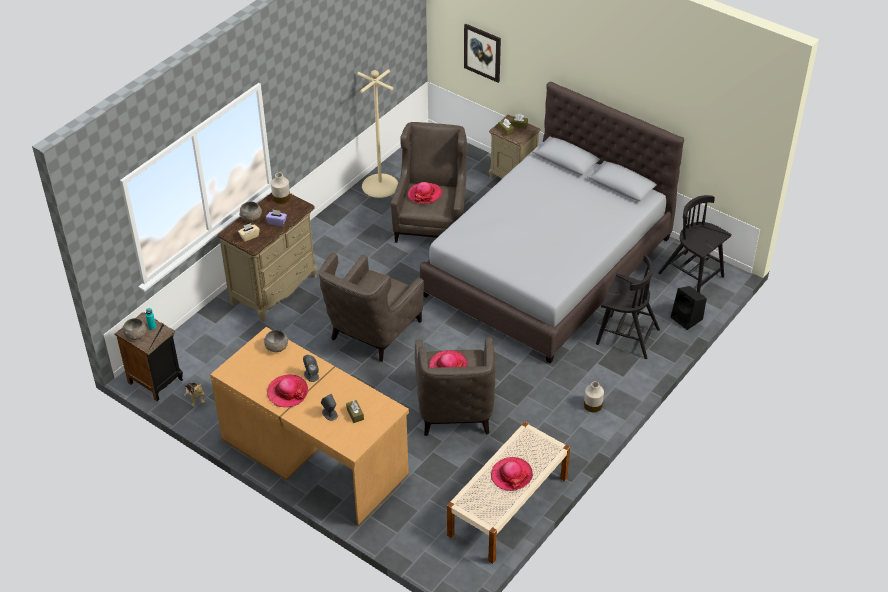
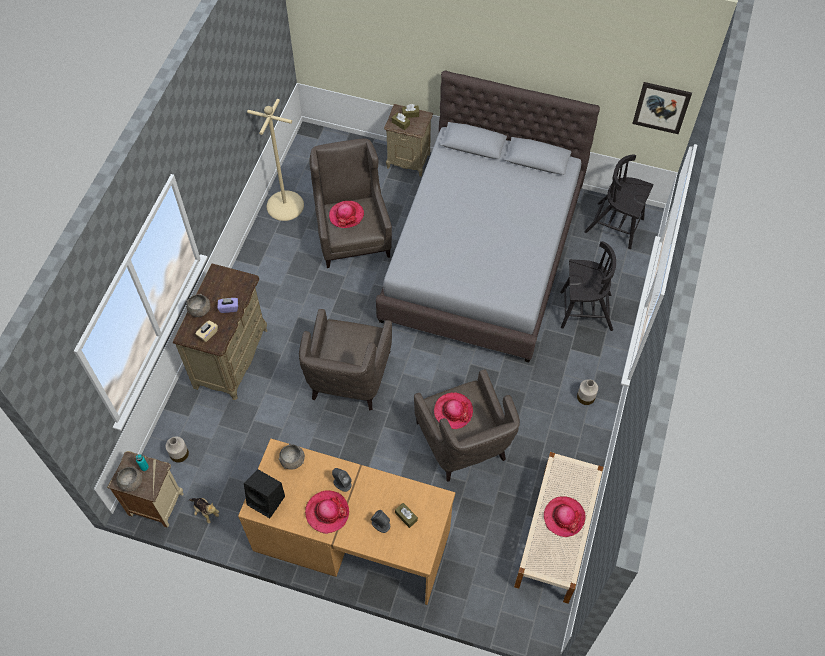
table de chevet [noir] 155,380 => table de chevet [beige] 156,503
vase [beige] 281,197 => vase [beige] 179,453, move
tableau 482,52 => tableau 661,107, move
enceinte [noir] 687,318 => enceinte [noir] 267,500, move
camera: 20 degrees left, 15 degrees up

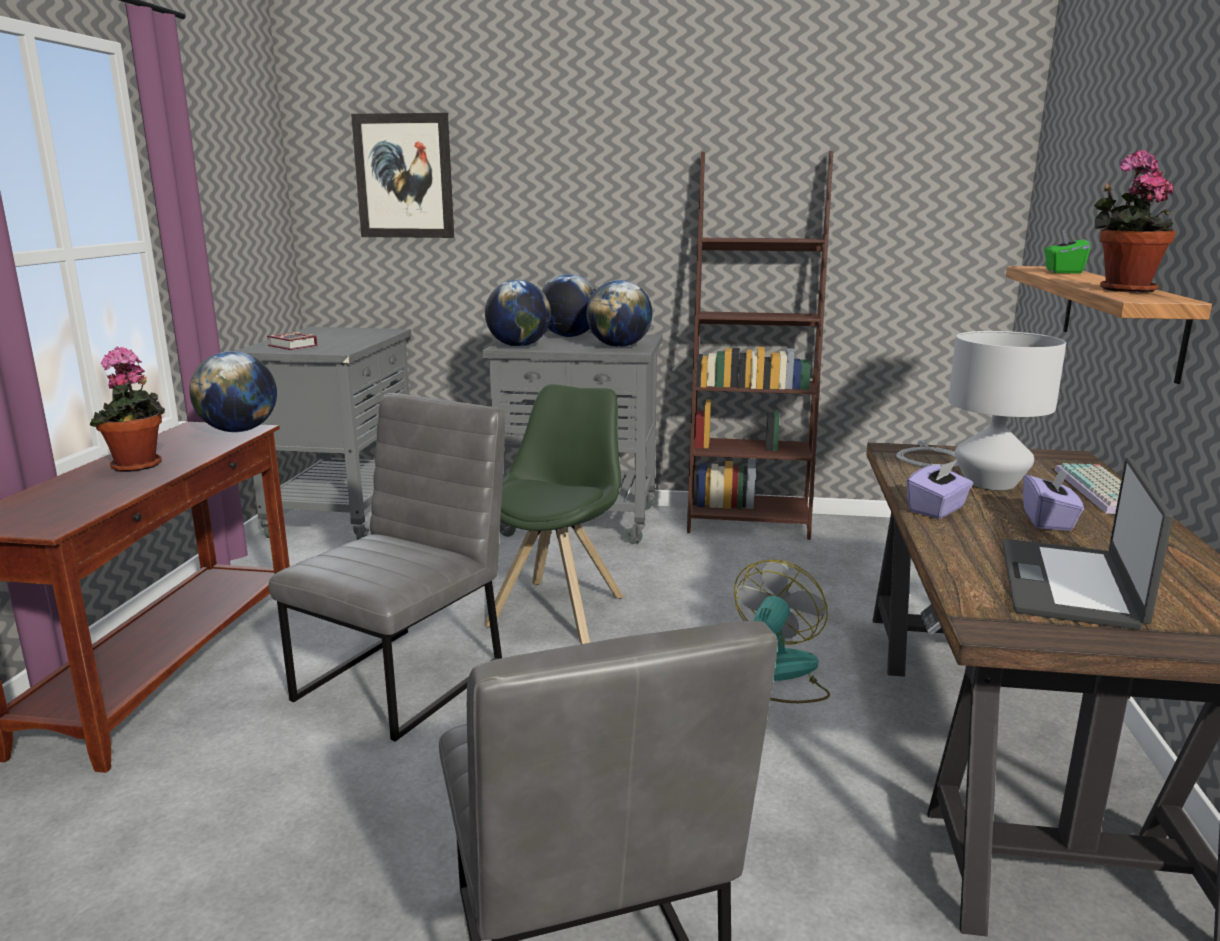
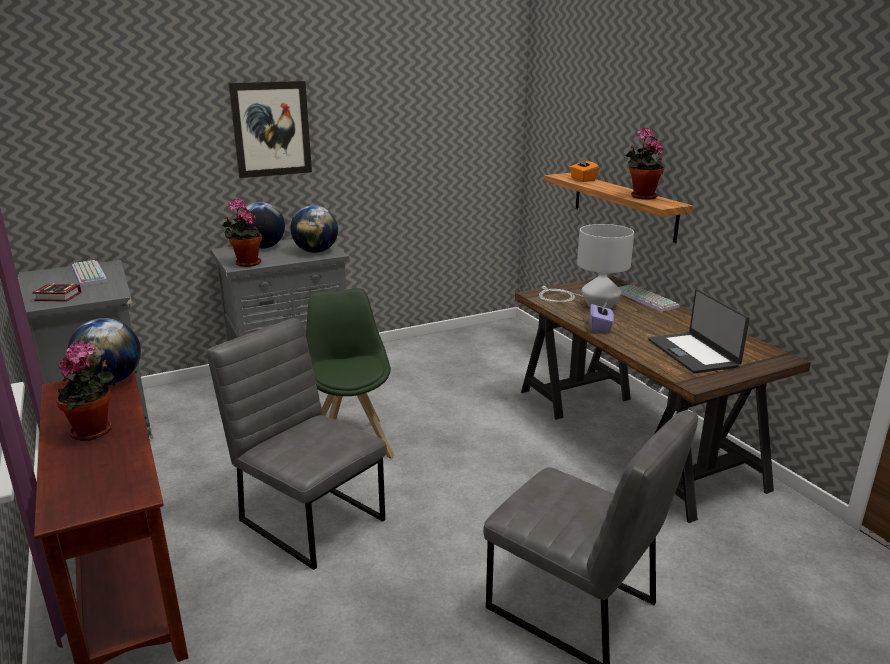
chaise [gris] 405,677 => chaise [gris] 310,517, 45 degrees counterclockwise
tableau 404,176 => tableau 271,129, move
globe 518,346 => plante en pot 246,263
bibliothèque [marron] 748,523 => nothing
ventilateur 778,674 => nothing
boîte à mouchoirs [violet] 1048,521 => nothing
boîte à mouchoirs [vert] 1062,271 => boîte à mouchoirs [orange] 582,179
nothing => clavier 87,274
camera: 35 degrees left, 5 degrees up

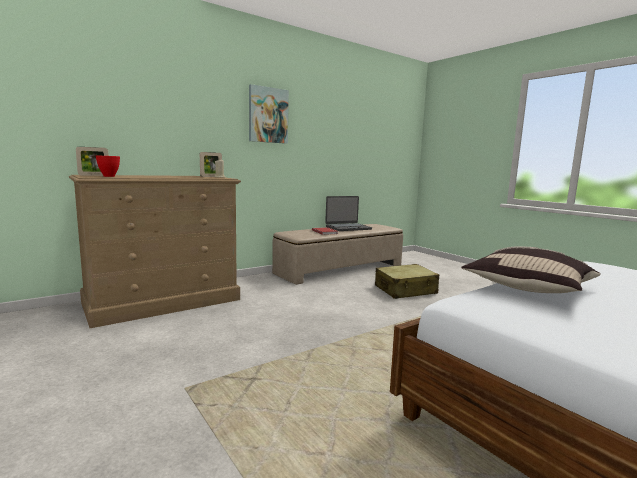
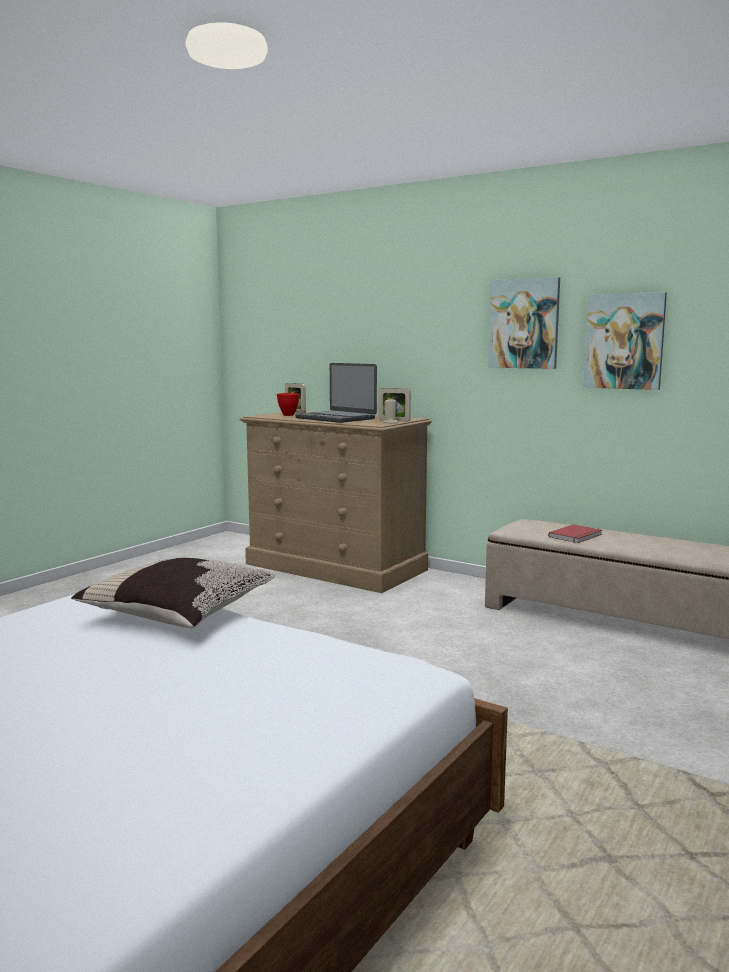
ordinateur portable 348,228 => ordinateur portable 336,418, move
valise [beige] 405,290 => nothing
nothing => tableau 624,341
camera: 70 degrees right, 0 degrees up

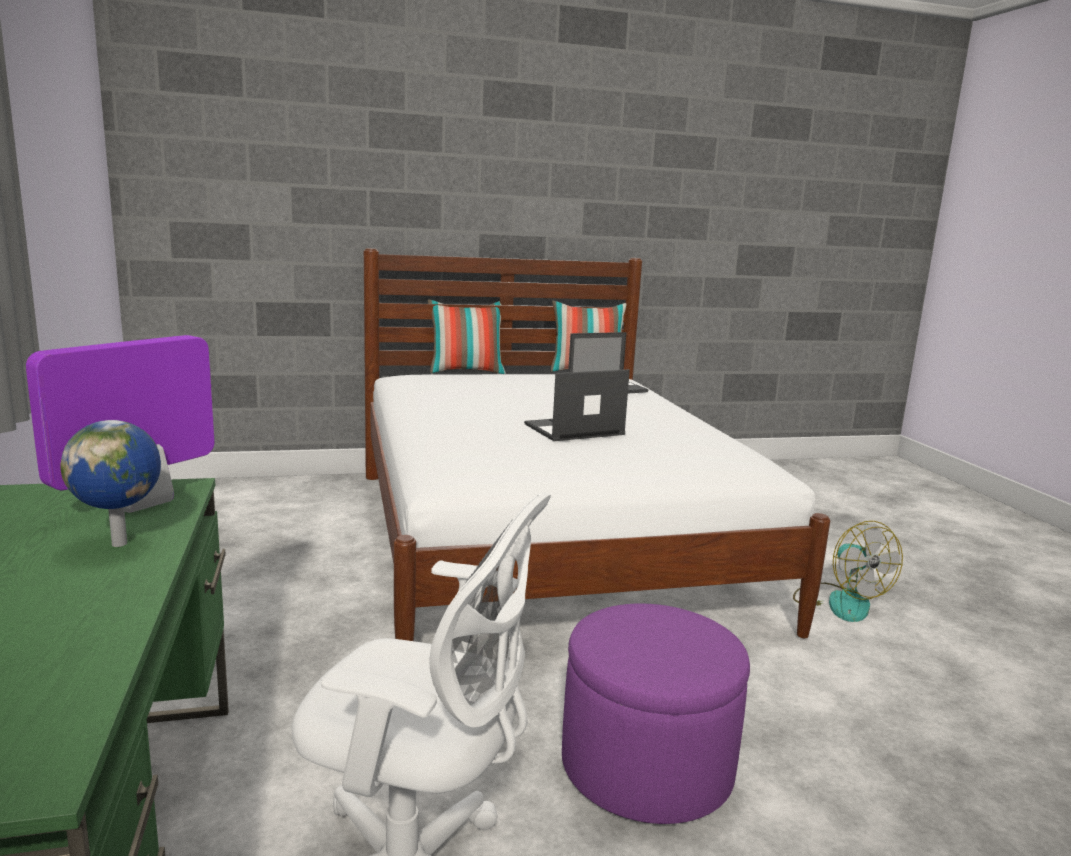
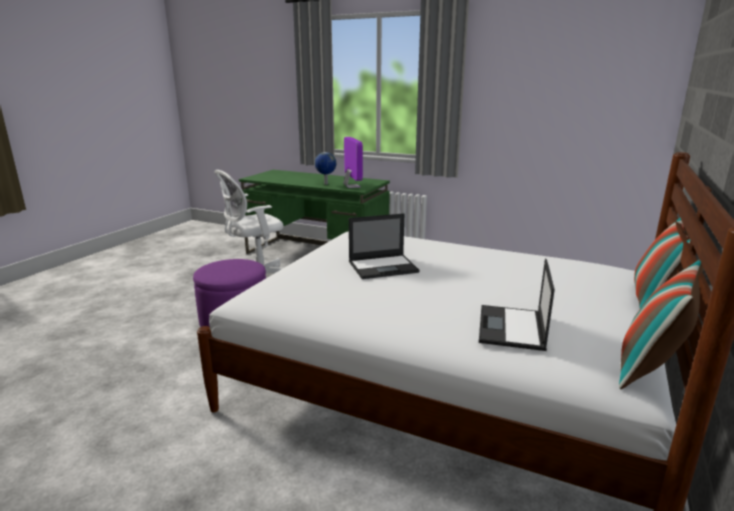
ordinateur portable 573,429 => ordinateur portable 384,267, 60 degrees clockwise
ventilateur 839,601 => nothing
camera: 130 degrees right, 5 degrees up

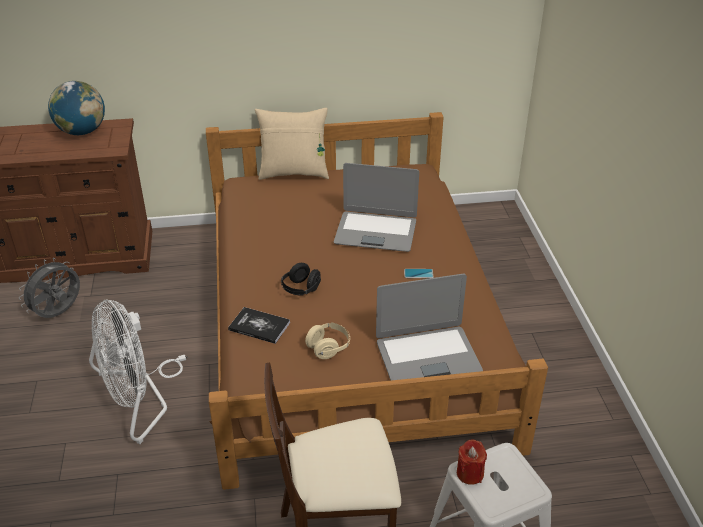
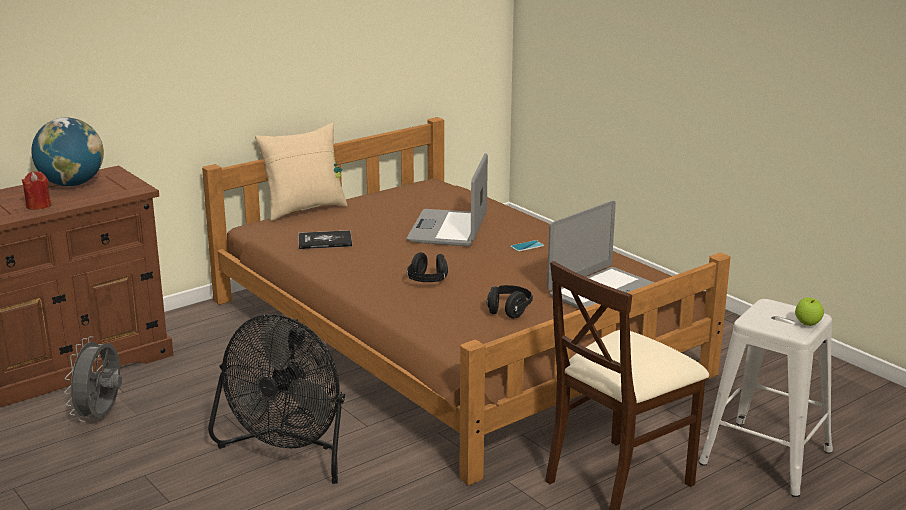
ventilateur [blanc] 139,395 => ventilateur [noir] 288,449
livre 259,326 => livre 325,241, move
casque audio [beige] 328,348 => casque audio [noir] 508,311
ordinateur portable 376,232 => ordinateur portable 448,229, 120 degrees clockwise
bougie [rouge] 470,473 => bougie [rouge] 38,205, move
nothing => pomme 807,324
camera: 30 degrees left, 15 degrees down

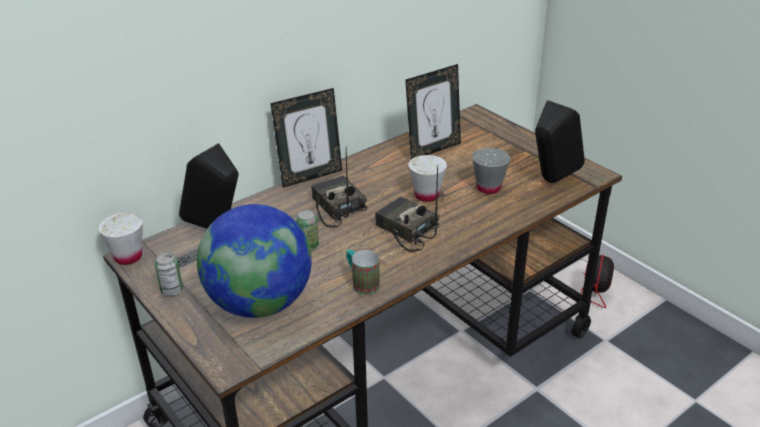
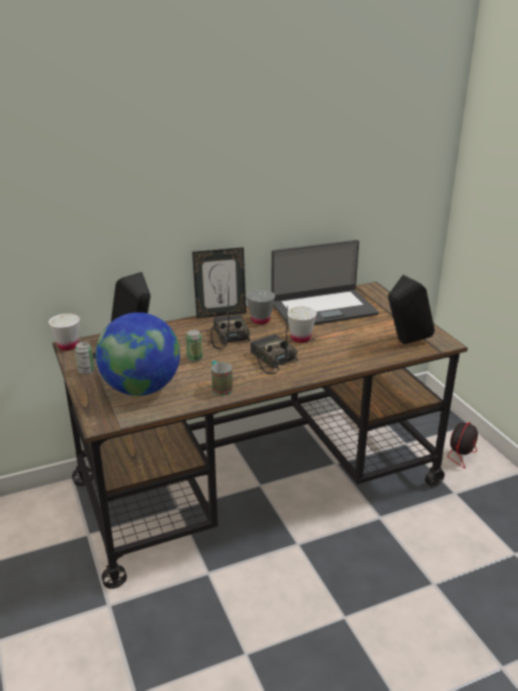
cadre photo 433,150 => ordinateur portable 323,308
tasse [gris] 488,188 => tasse [gris] 260,320, move
camera: 15 degrees right, 5 degrees down

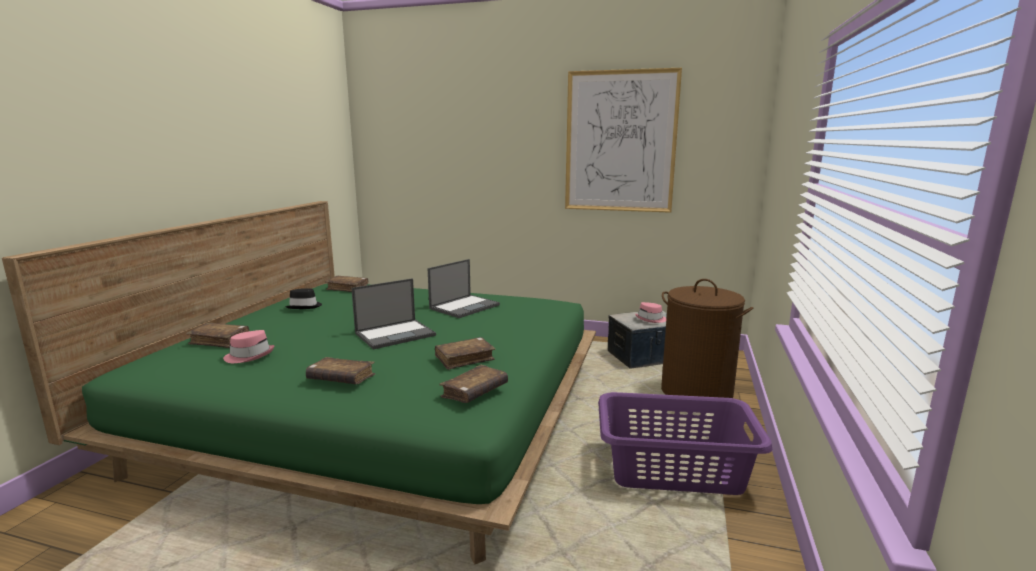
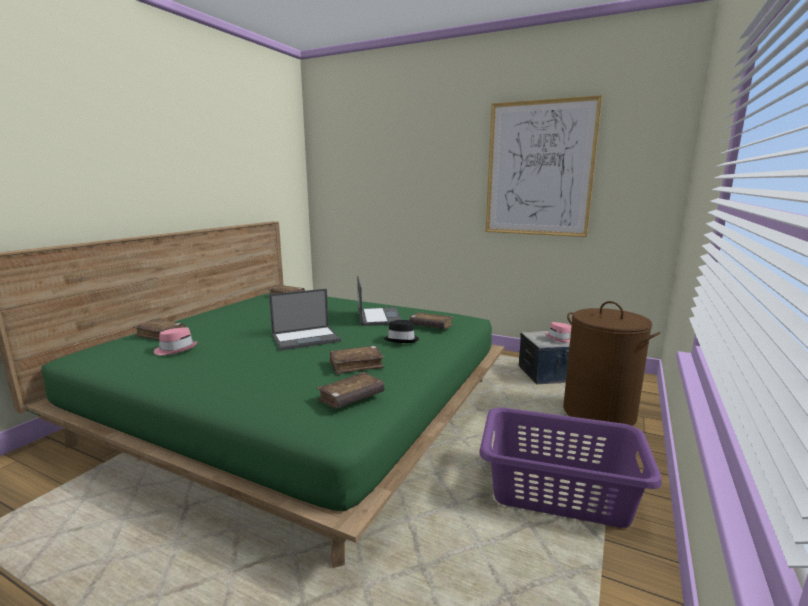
chapeau [noir] 305,306 => chapeau [noir] 402,339, move
livre [marron] 341,379 => livre [marron] 431,326, move
ordinateur portable 465,306 => ordinateur portable 379,317, 60 degrees counterclockwise
camera: 10 degrees right, 0 degrees up

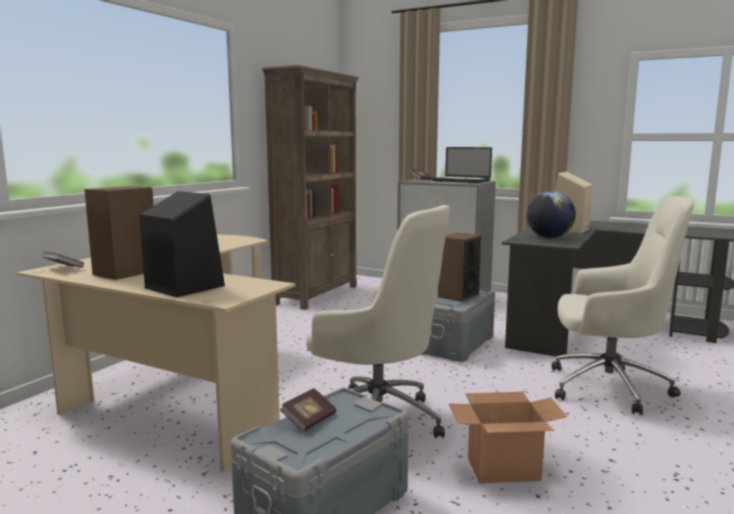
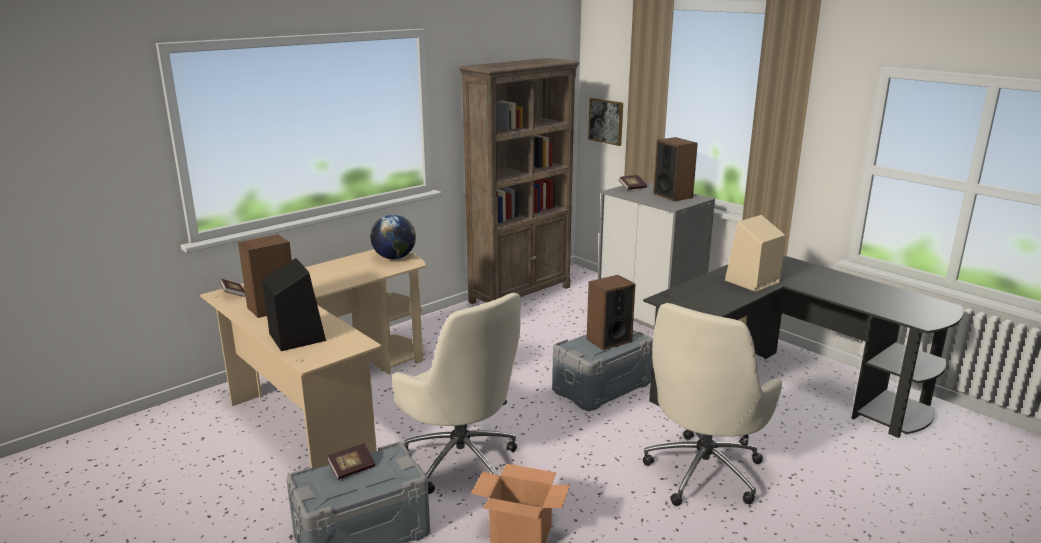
ordinateur portable 461,181 => enceinte 673,195
globe 549,237 => globe 394,258, move
chaise de bureau [beige] 608,388 => chaise de bureau [beige] 703,473, 90 degrees clockwise
nothing => tableau 606,121
camera: 20 degrees right, 10 degrees up

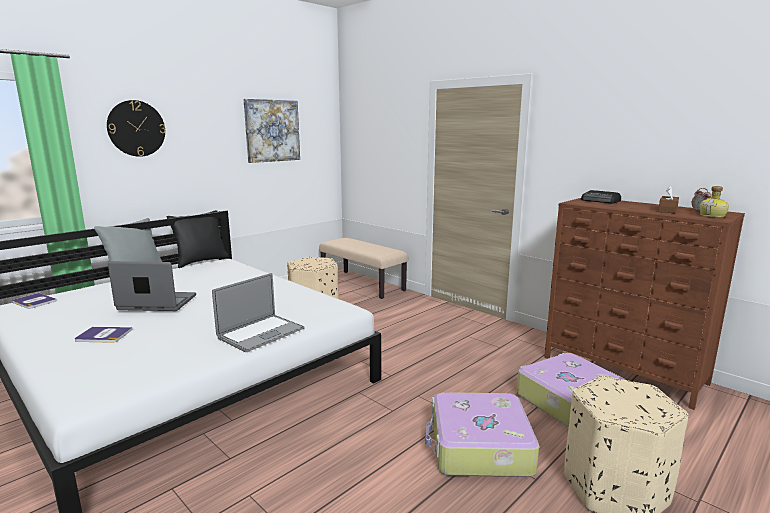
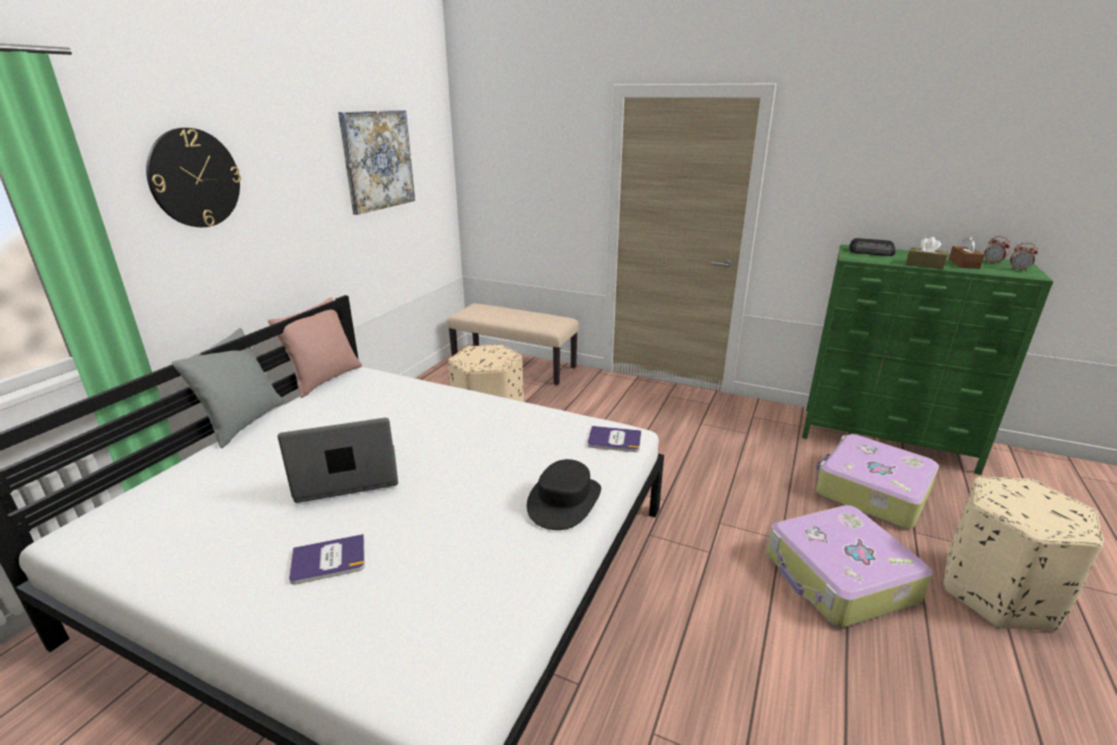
livre 34,301 => livre 614,440, move
coussin [noir] 201,261 => coussin [rose] 324,379
ordinateur portable 261,333 => chapeau [noir] 564,501
commode [marron] 623,370 => commode [vert] 886,438
bouteille 713,216 => réveil 1018,270
nothing => boîte à mouchoirs [marron] 924,265
camera: 20 degrees left, 10 degrees up

